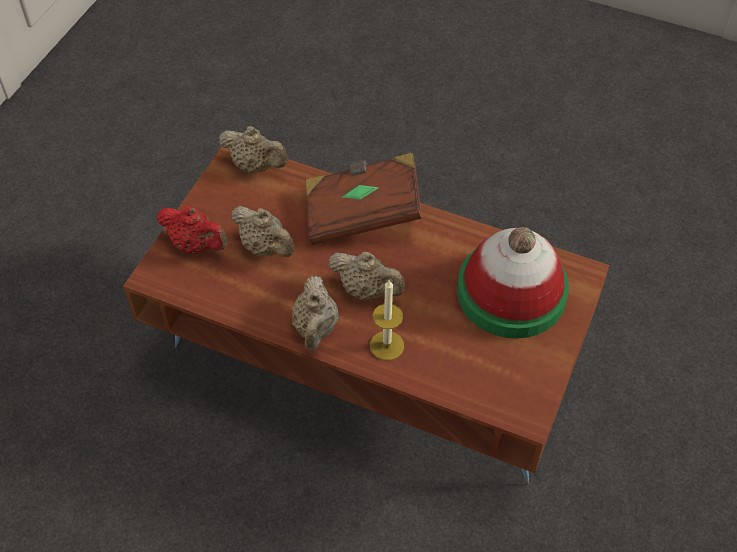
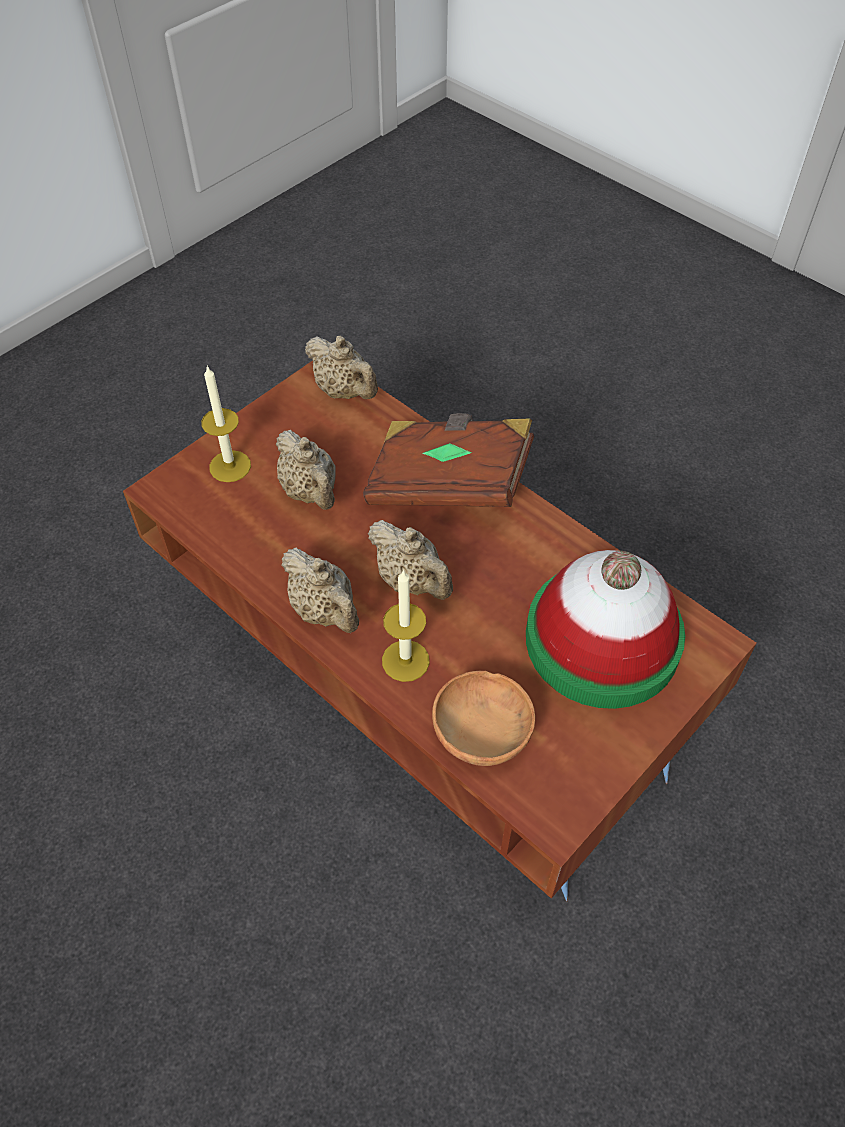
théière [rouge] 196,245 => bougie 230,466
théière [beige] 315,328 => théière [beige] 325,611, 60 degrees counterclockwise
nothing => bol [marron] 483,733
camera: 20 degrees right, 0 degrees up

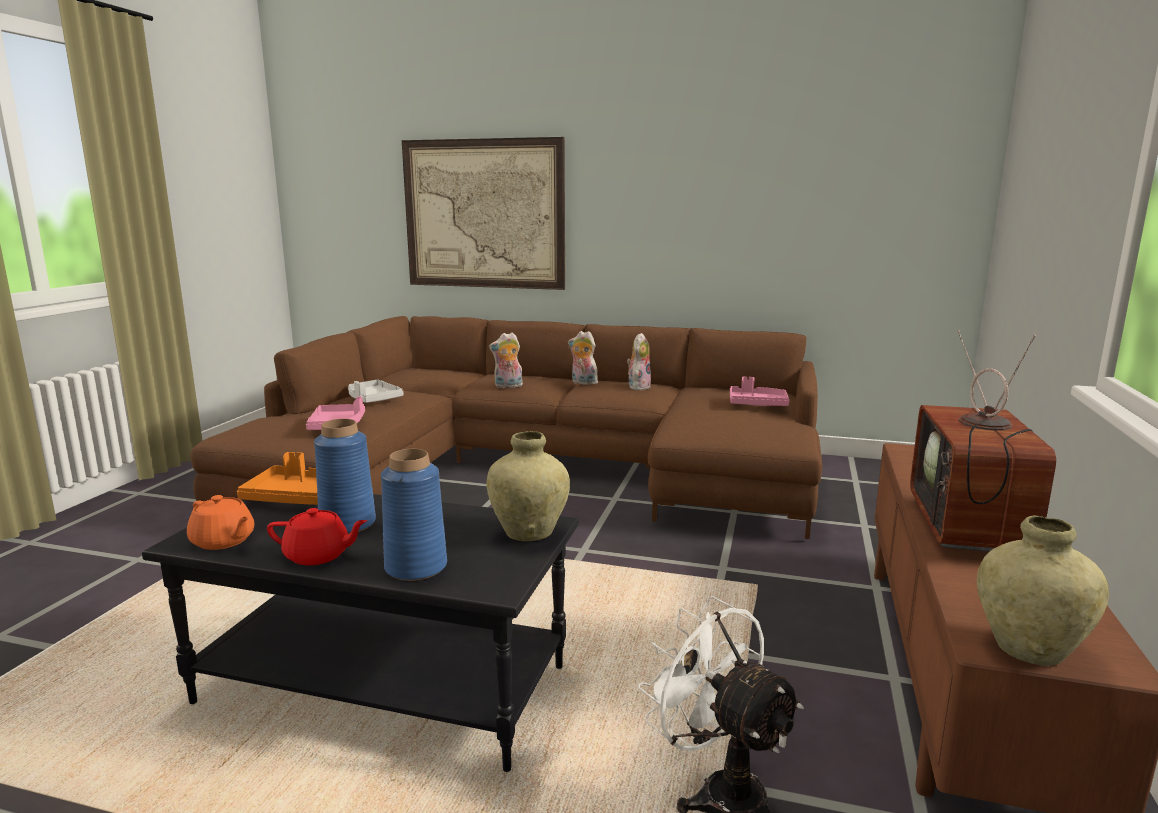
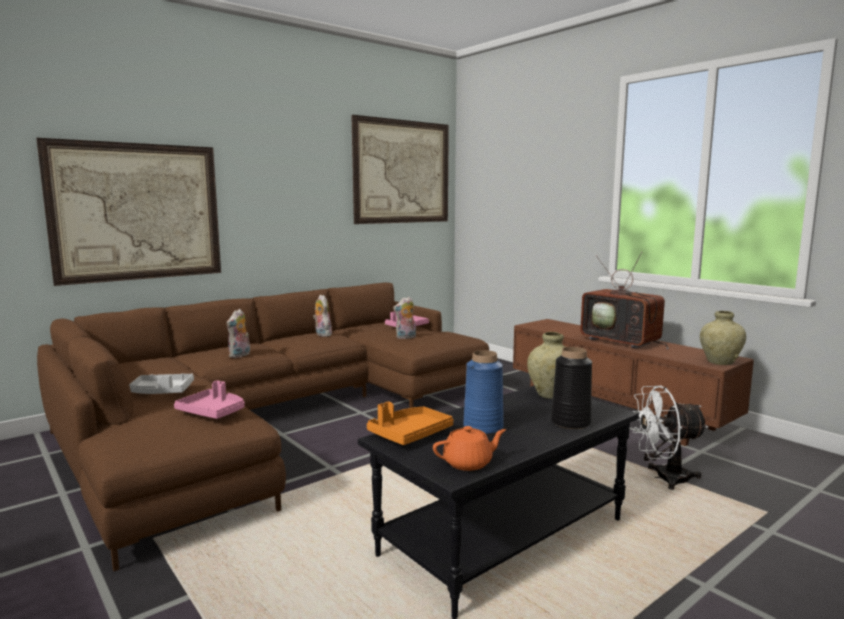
théière [rouge] 318,556 => nothing
vase [bleu] 416,567 => vase [noir] 570,422
peluche 583,383 => peluche 406,337, move
nothing => tableau 402,172
camera: 55 degrees left, 5 degrees down

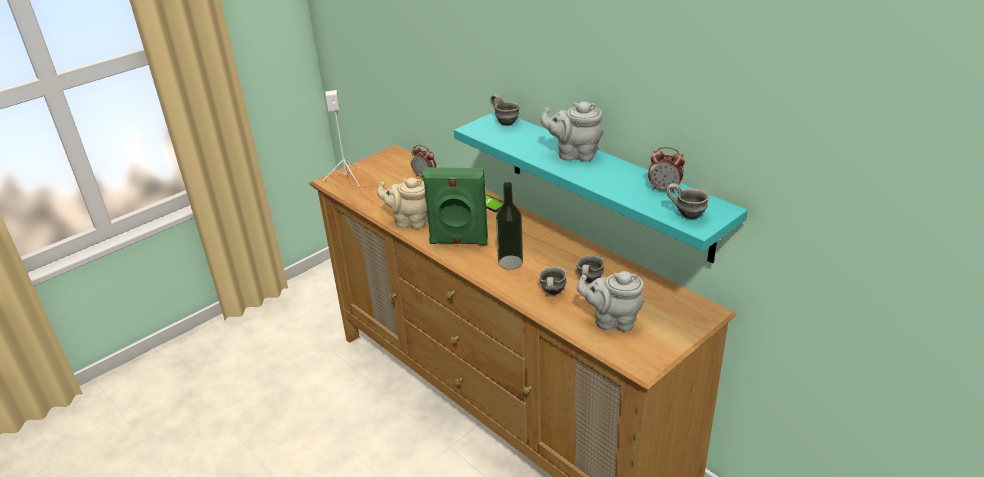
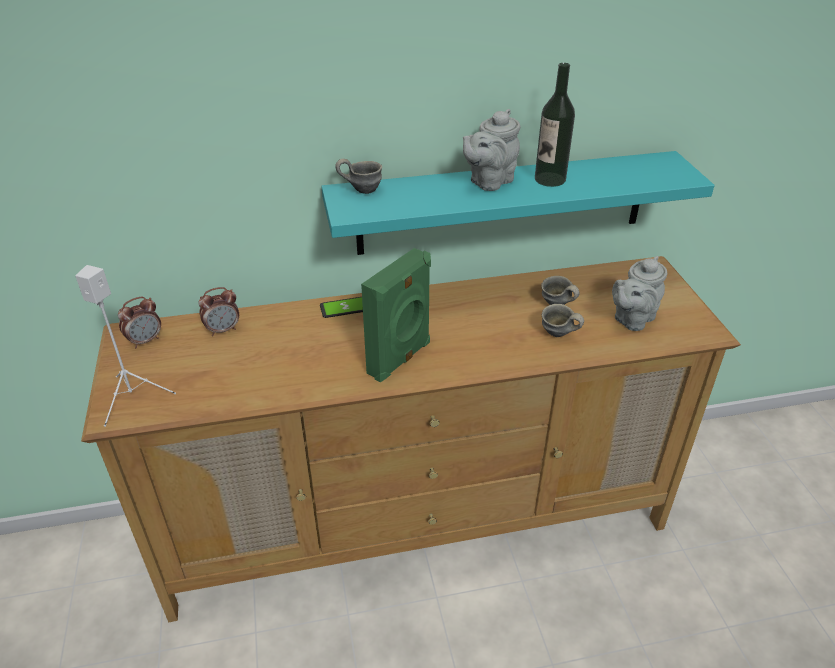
théière [beige] 409,221 => nothing
bouteille 510,262 => bouteille 550,179, move
réveil 664,189 => réveil 145,341, move
mug [gris] 687,214 => nothing
camera: 60 degrees left, 5 degrees up

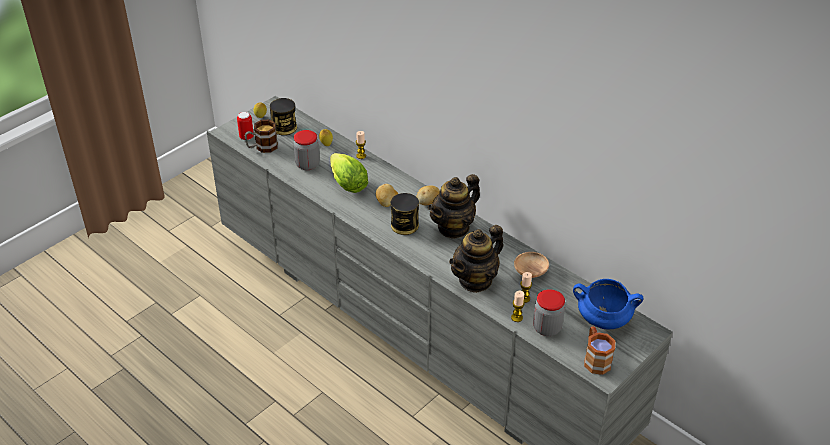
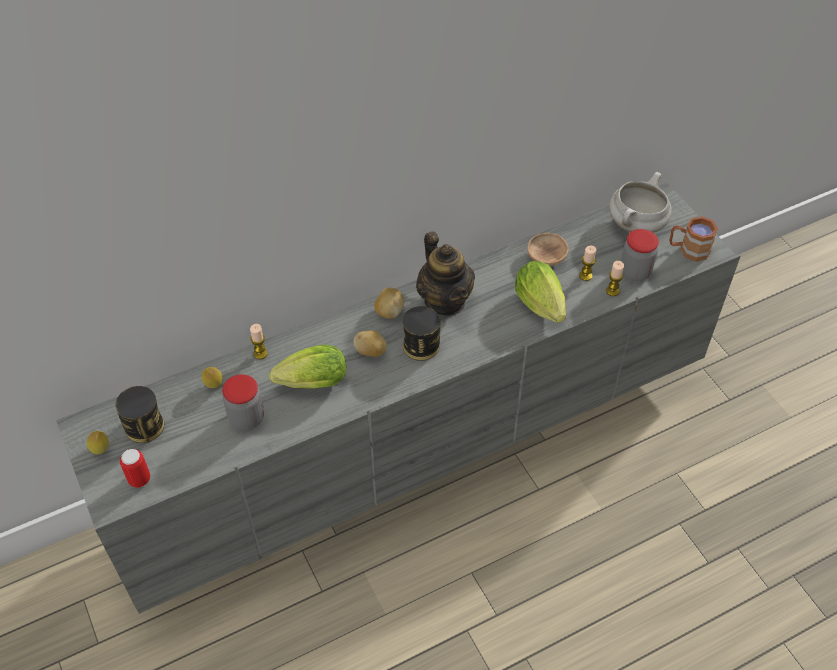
mug 262,147 => nothing
théière 475,280 => laitue 542,308
marmite [bleu] 602,320 => marmite [blanc] 636,226
camera: 70 degrees left, 10 degrees up

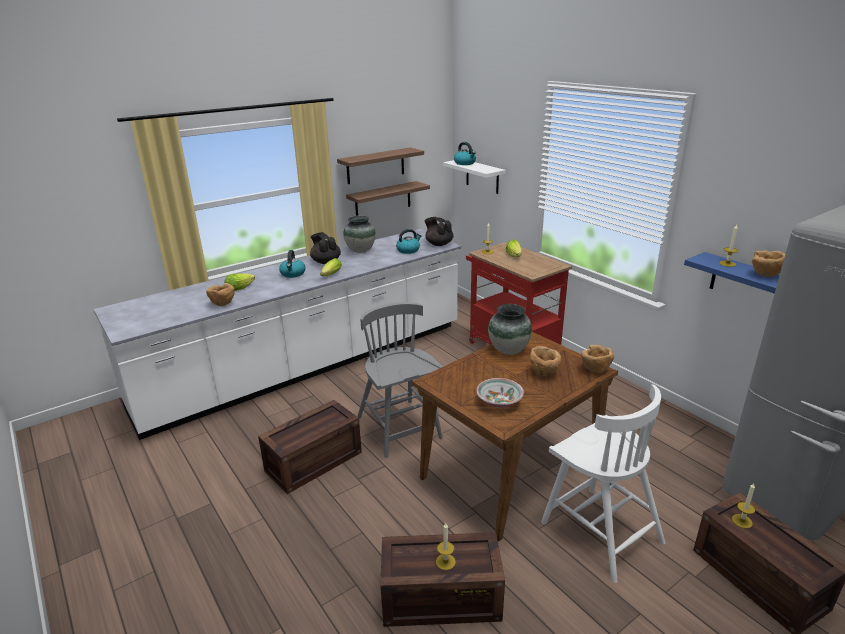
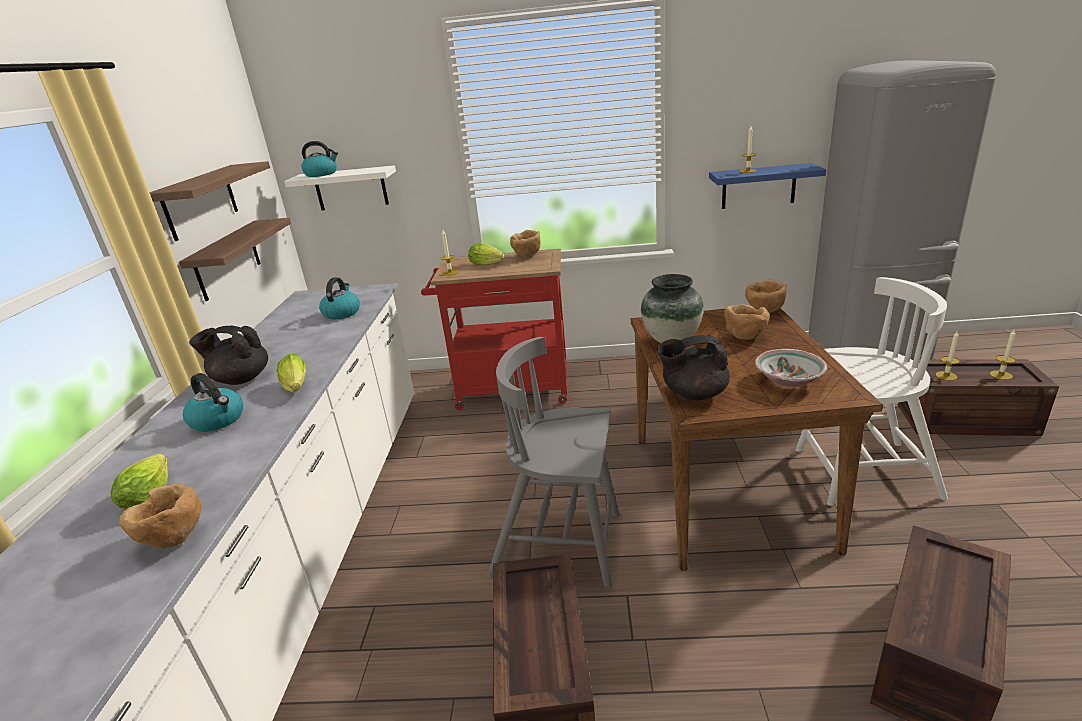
vase 360,250 => nothing
théière [noir] 438,244 => théière [noir] 693,394, move
bougie 445,561 => bougie 1001,375, move
bol [marron] 765,275 => bol [marron] 527,256, move
camera: 50 degrees left, 0 degrees up

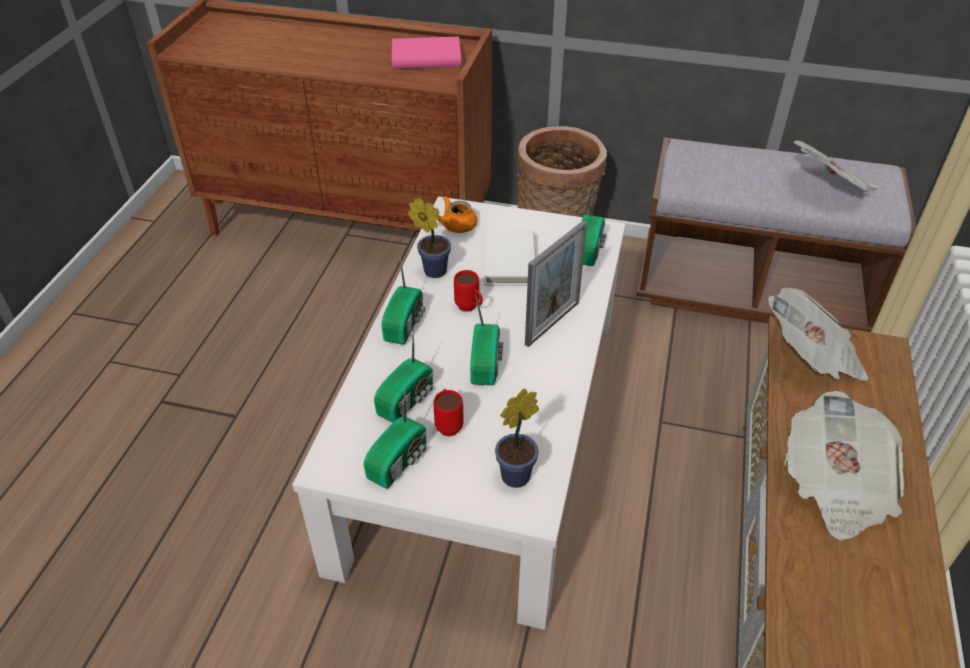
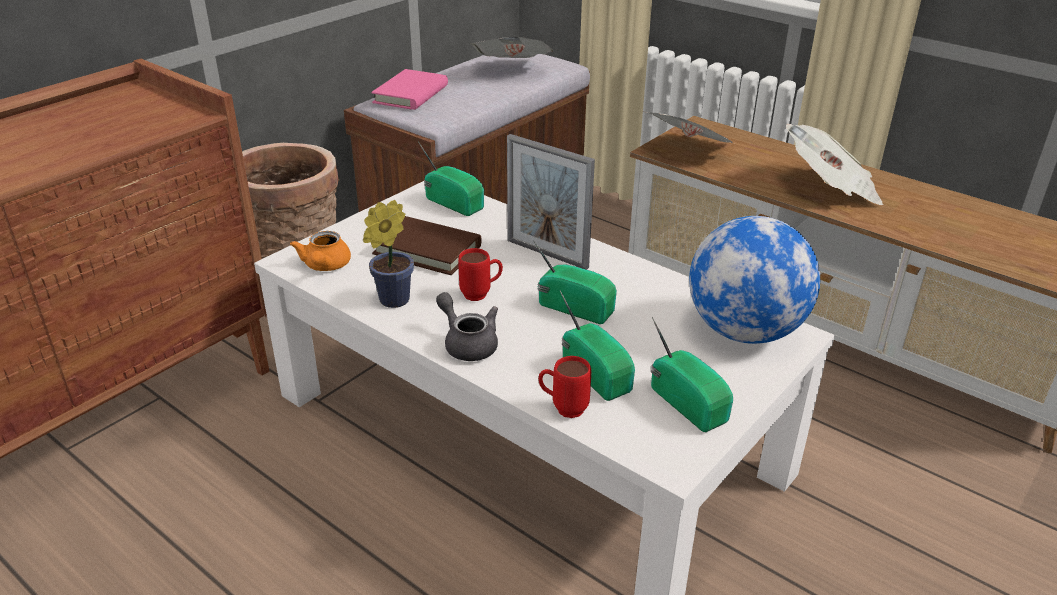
radio 405,323 => théière [gris] 467,343
livre [rose] 426,58 => livre [rose] 411,94, move
mug [rouge] 448,424 => mug [rouge] 563,408, move
livre [blanc] 510,261 => livre [marron] 427,250
plante en pot 519,474 => globe 744,331
cadre photo 552,323 => cadre photo 547,254, 150 degrees clockwise
camera: 65 degrees left, 10 degrees down

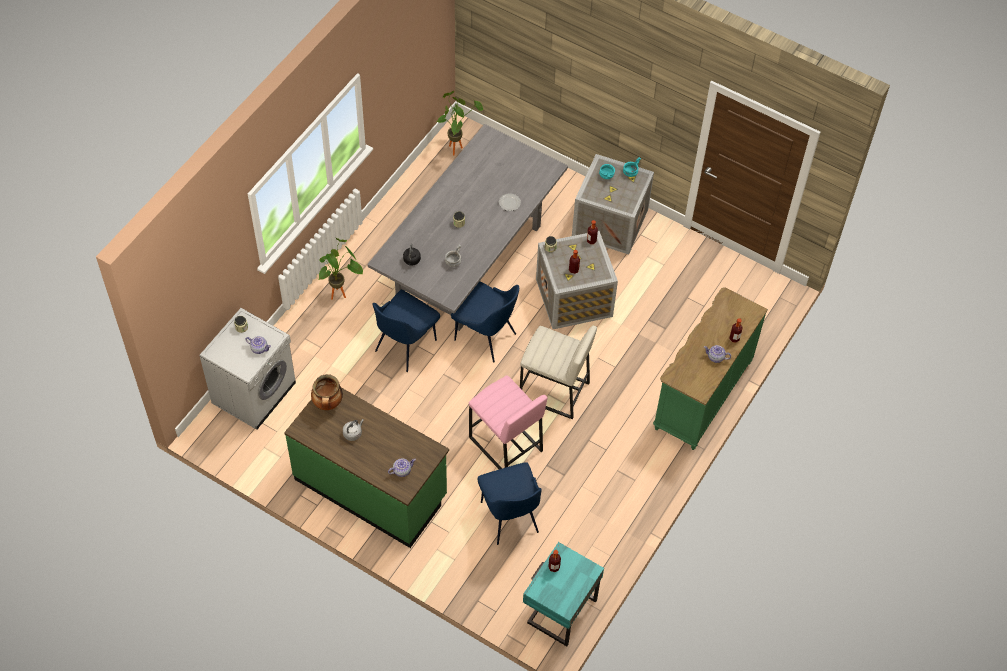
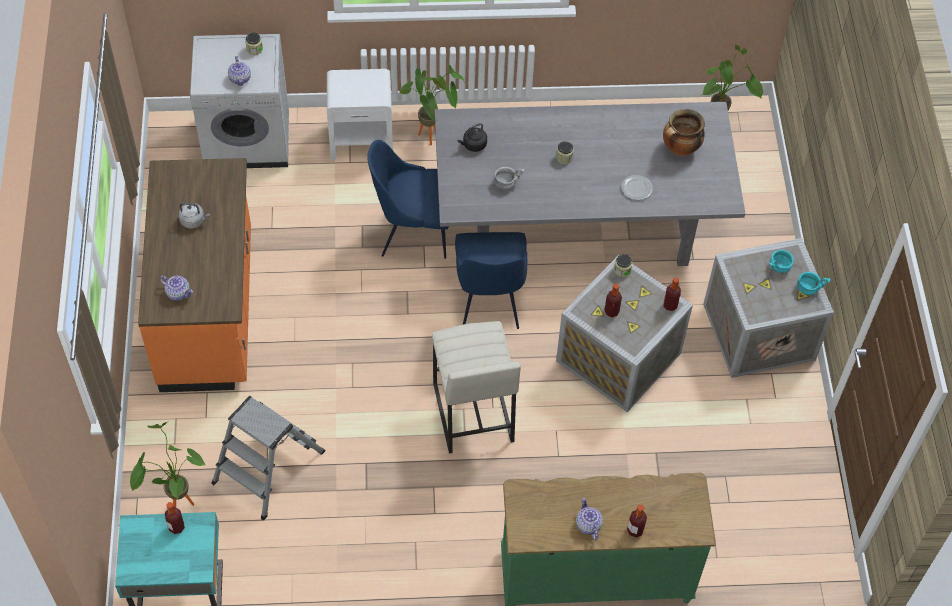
comptoir de cuisine [vert] 371,487 => comptoir de cuisine [orange] 209,311
marmite 328,404 => marmite 680,149, move
tabouret [rose] 505,444 => nothing
chaise [bleu] 510,517 => escabeau [gris] 268,467
nothing => plante en pot 175,503
nothing => table de chevet [blanc] 362,140
camera: 55 degrees right, 0 degrees up

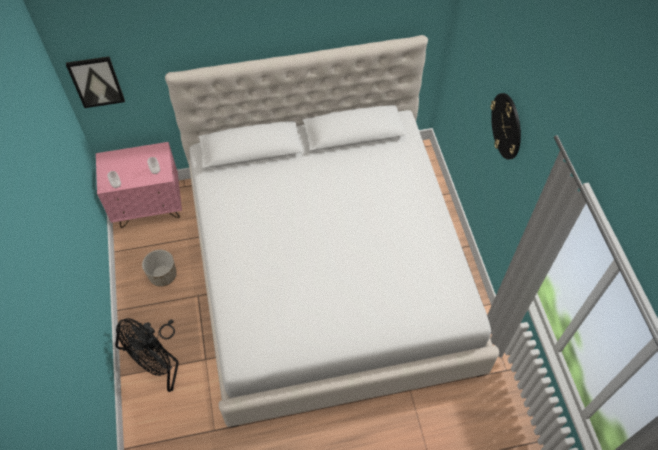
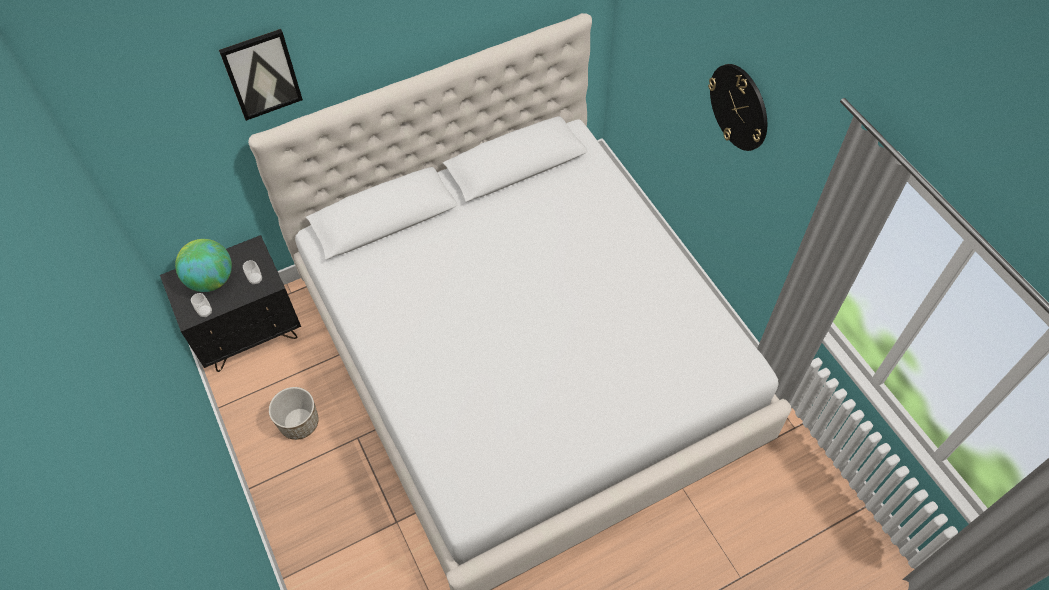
tableau 96,81 => tableau 261,74, move
table de chevet [rose] 149,207 => table de chevet [noir] 250,334
ventilateur [noir] 156,357 => nothing
nothing => globe 211,280
camera: 15 degrees left, 0 degrees up

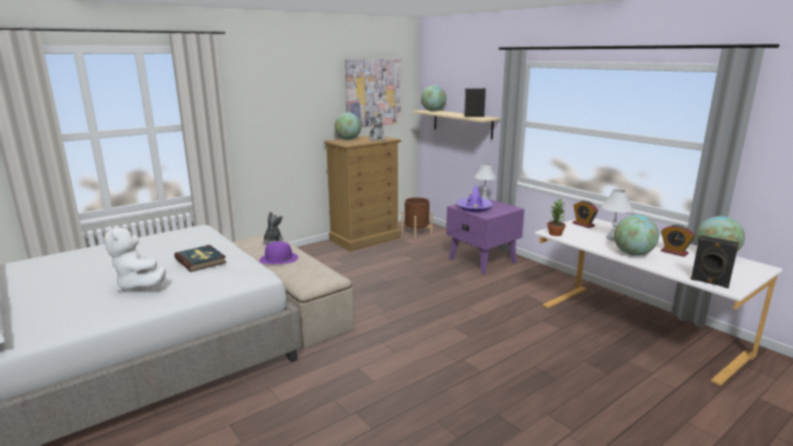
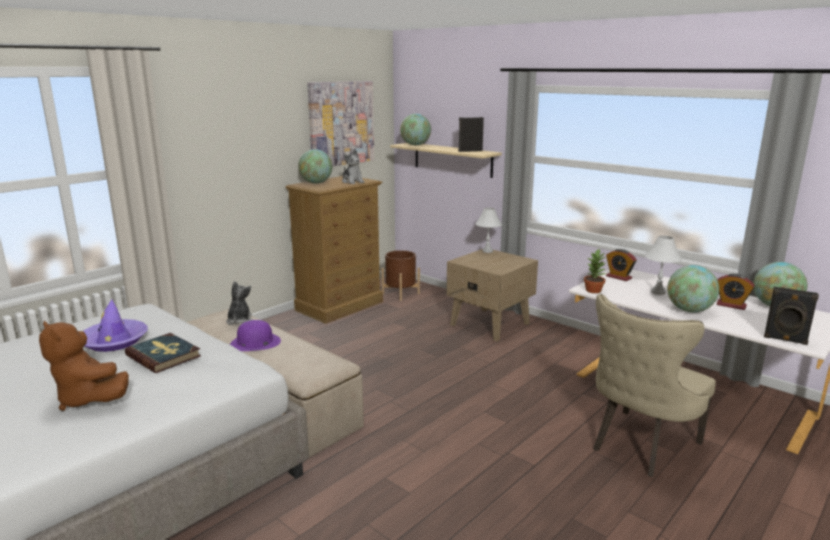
peluche [blanc] 139,285 => peluche [marron] 89,399
table de chevet [violet] 483,261 => table de chevet [beige] 490,324
chapeau [violet] 474,208 => chapeau [violet] 114,341, move
nothing => chaise [beige] 640,445
camera: 10 degrees left, 0 degrees up

